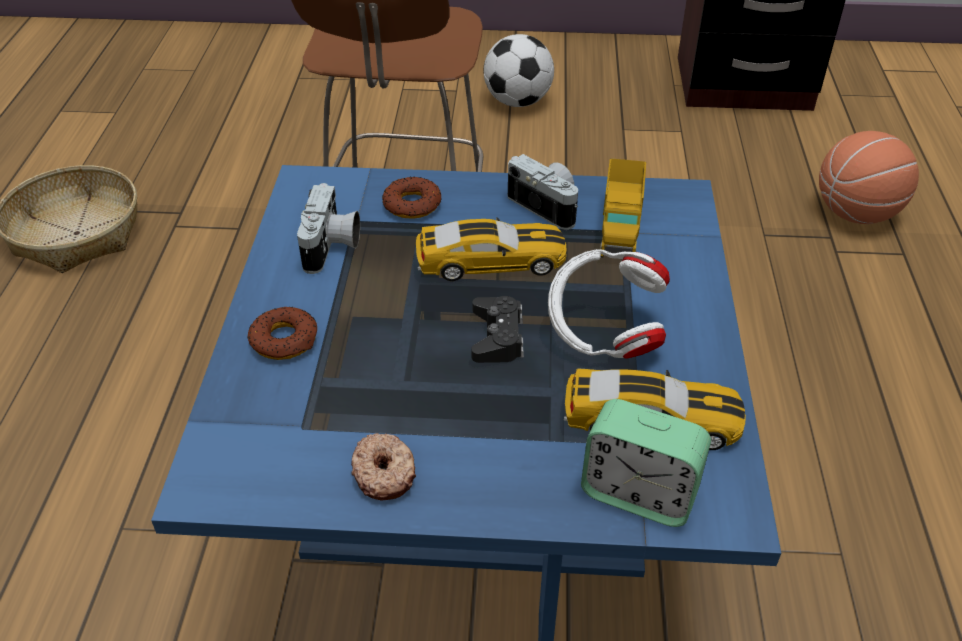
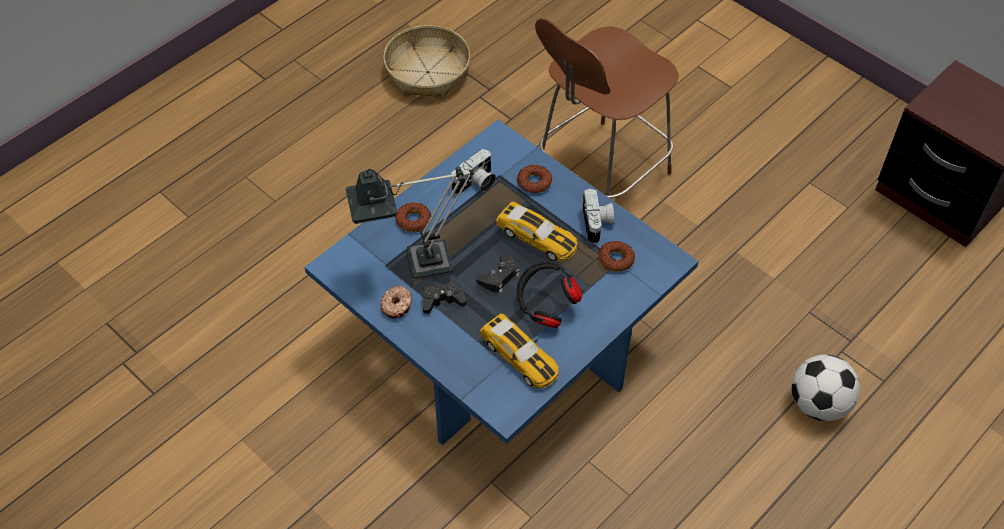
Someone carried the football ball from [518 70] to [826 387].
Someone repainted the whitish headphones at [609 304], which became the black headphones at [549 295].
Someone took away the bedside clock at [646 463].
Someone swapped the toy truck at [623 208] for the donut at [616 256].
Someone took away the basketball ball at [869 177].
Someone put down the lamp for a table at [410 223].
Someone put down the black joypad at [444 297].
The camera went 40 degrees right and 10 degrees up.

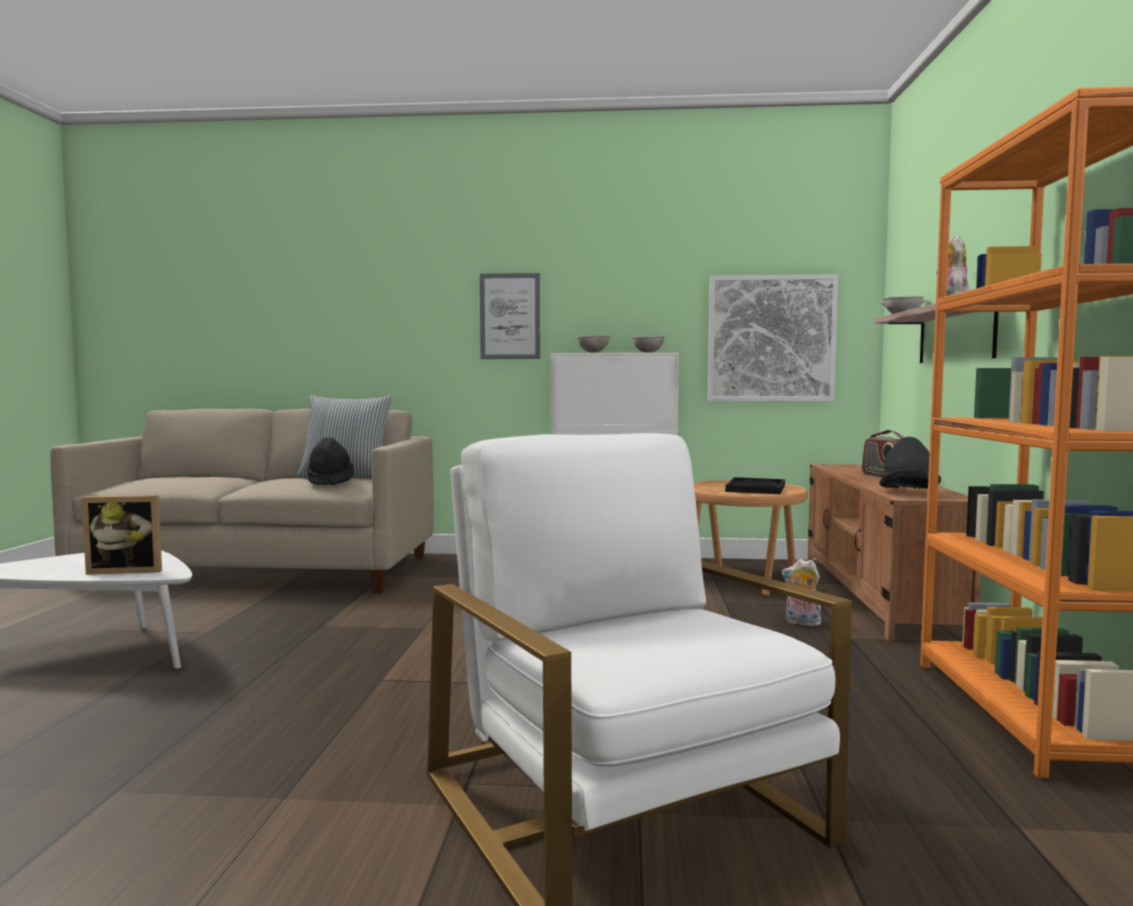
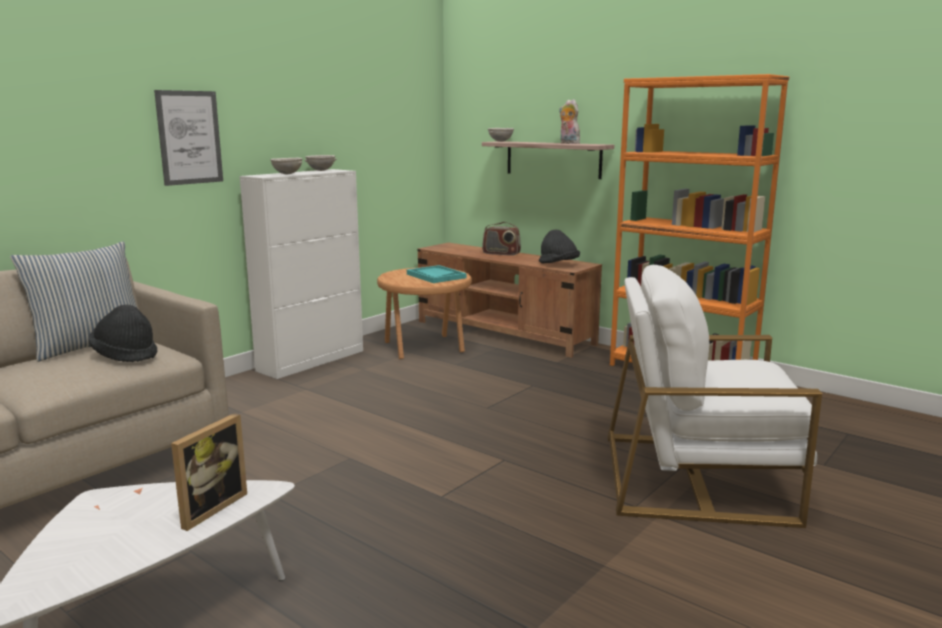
Someone took away the wall art at [773 337].
Someone repainted the black tray at [755 485], which became the blue-green tray at [437 274].
Someone took away the soft toy at [801 592].
The camera went 55 degrees left and 10 degrees up.

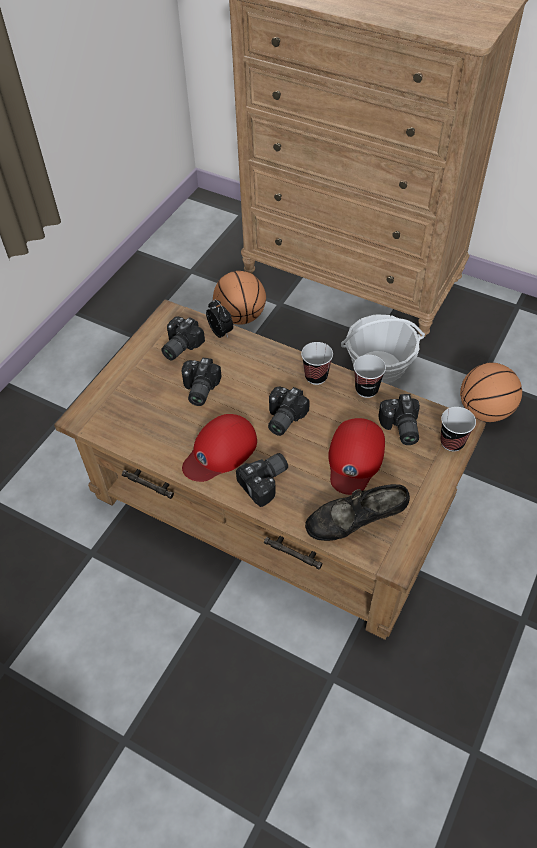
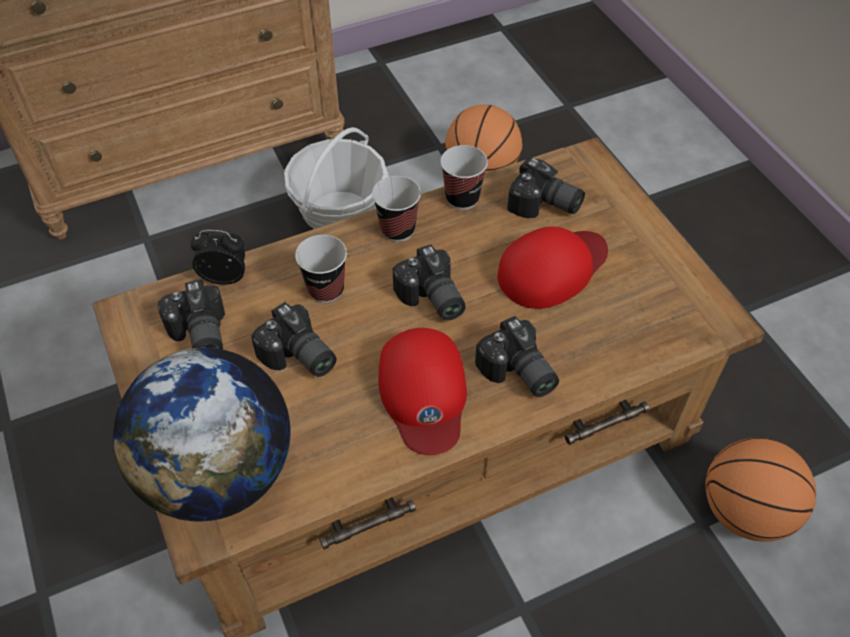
Someone carried the basketball ball from [239 298] to [760 490].
Someone rotated the still camera at [262 480] by 150 degrees clockwise.
Someone took away the black shoe at [357 512].
Someone rotated the reddish baseball cap at [356 456] by 90 degrees counterclockwise.
Someone carried the small cup from [458 429] to [321 269].
Someone put down the world globe at [202 434].
The camera went 55 degrees left and 0 degrees up.

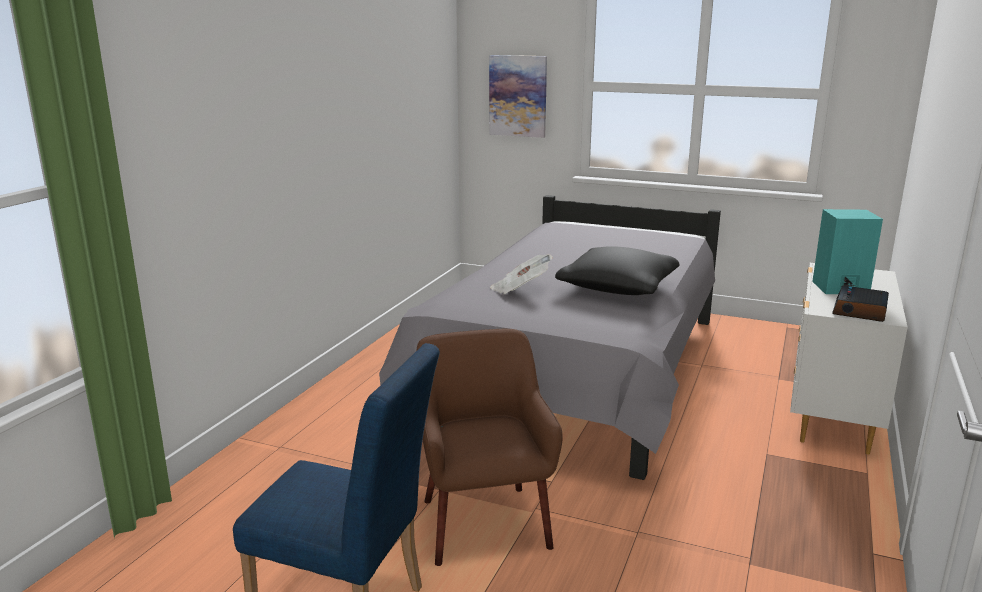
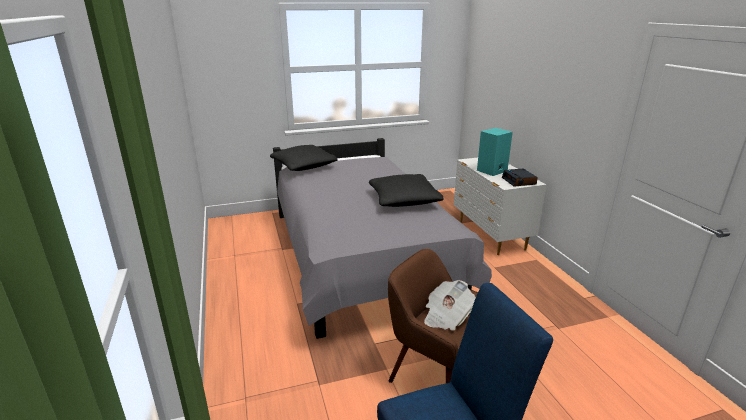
Someone took away the wall art at [518 96].
Someone carried the printed paper from [521 274] to [450 305].
Someone put down the black throw pillow at [304 158].
The camera went 40 degrees left and 5 degrees up.

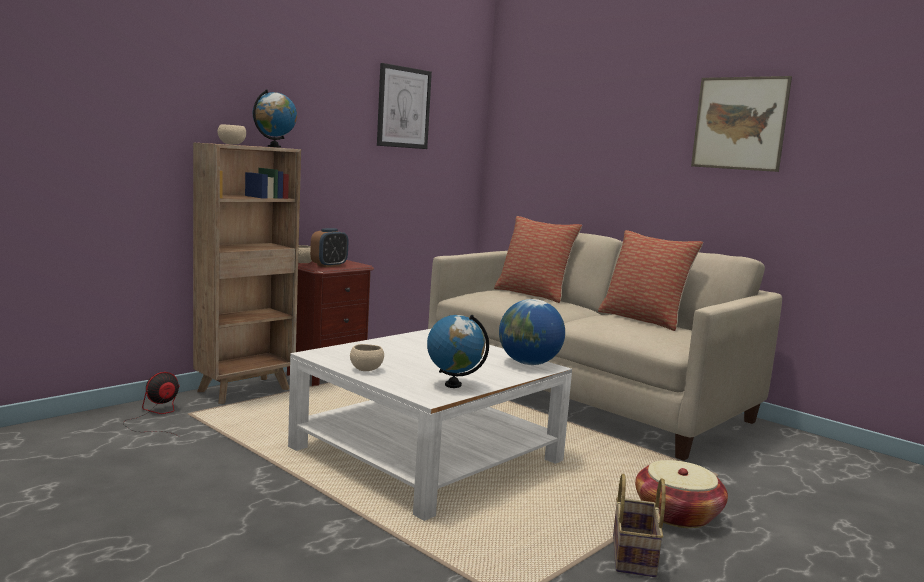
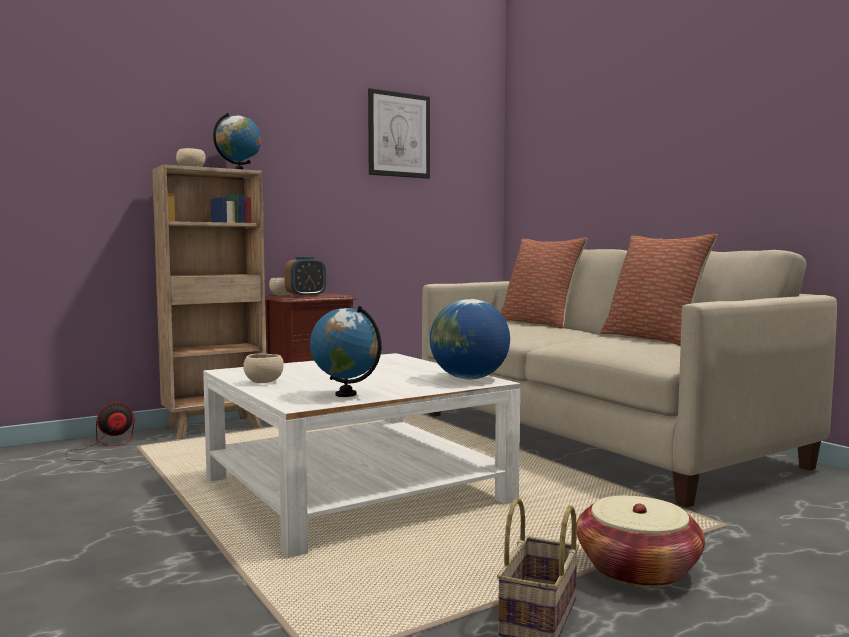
Someone took away the wall art at [741 124].
The camera went 15 degrees right and 5 degrees down.

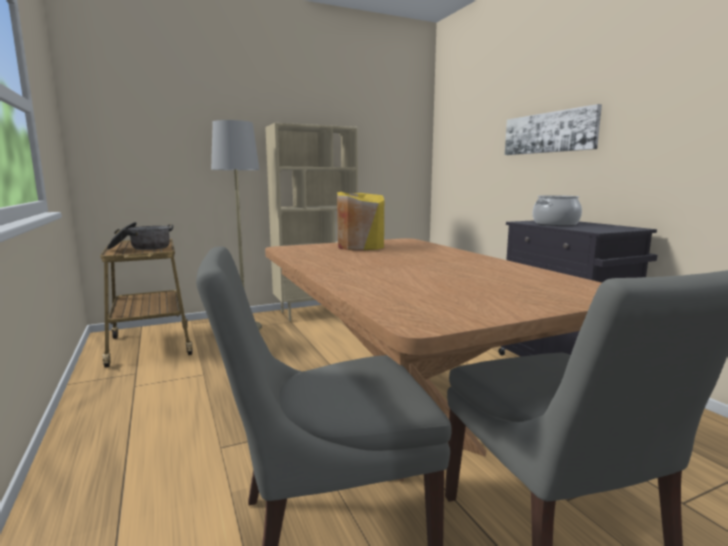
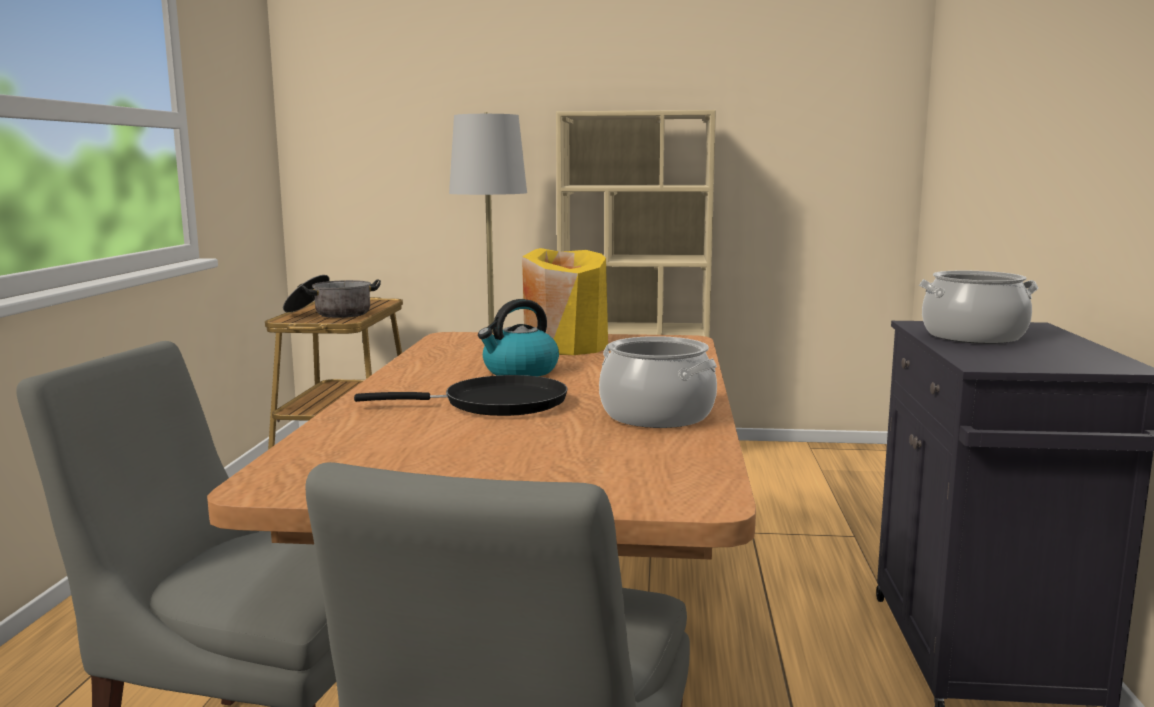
Someone took away the wall art at [553 129].
Someone put down the black pan at [461 395].
Someone put down the water kettle at [518 337].
Someone put down the cooking pot at [658 382].
The camera went 30 degrees right and 0 degrees up.

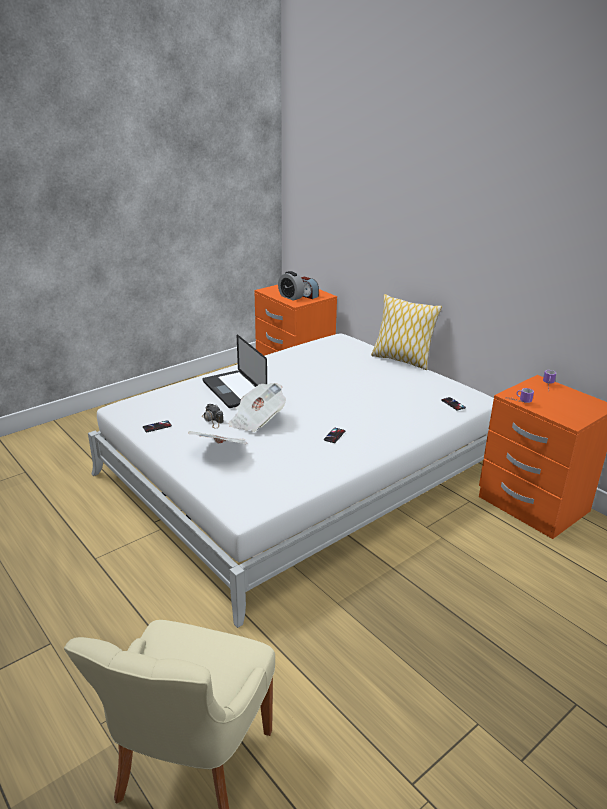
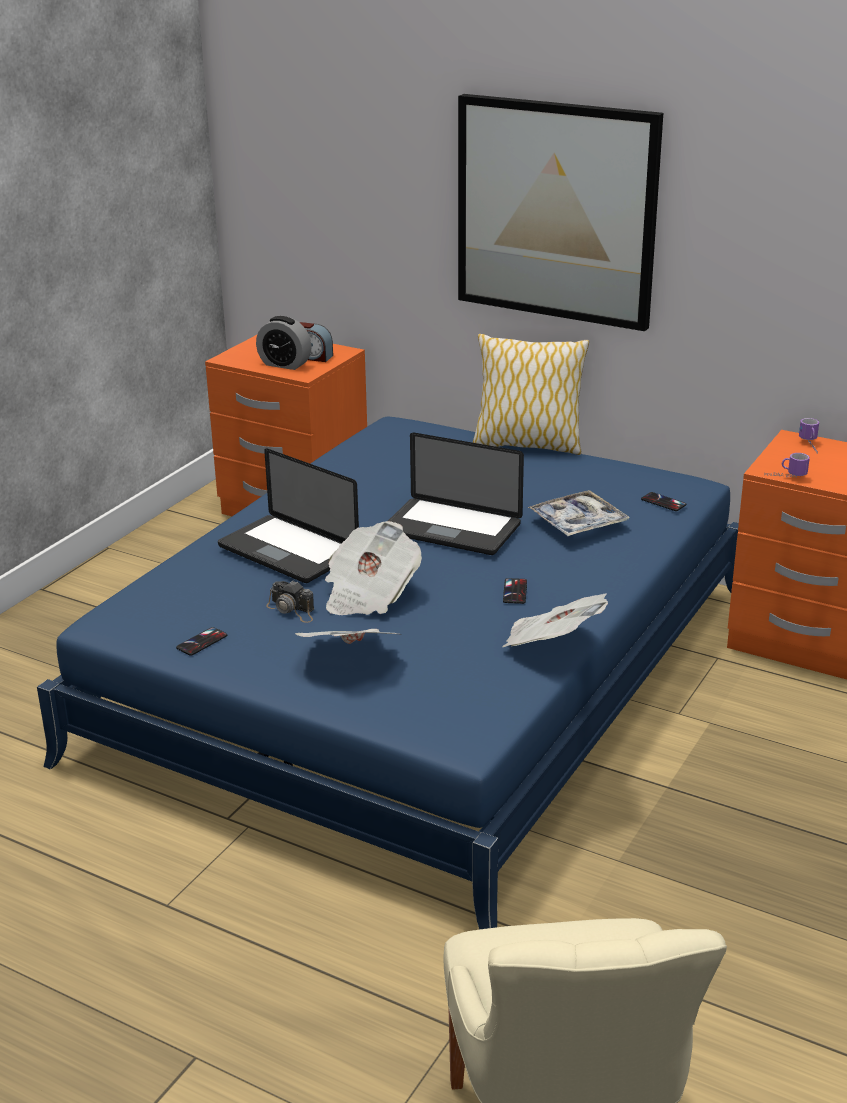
Someone repainted the whitish bed at [291 480], which became the blue-coloured bed at [388 673].
Someone put down the portable computer at [456 494].
Someone put up the wall art at [560 212].
Someone put down the printed paper at [555 620].
Someone put down the tray at [579 513].
The camera went 20 degrees left and 0 degrees up.

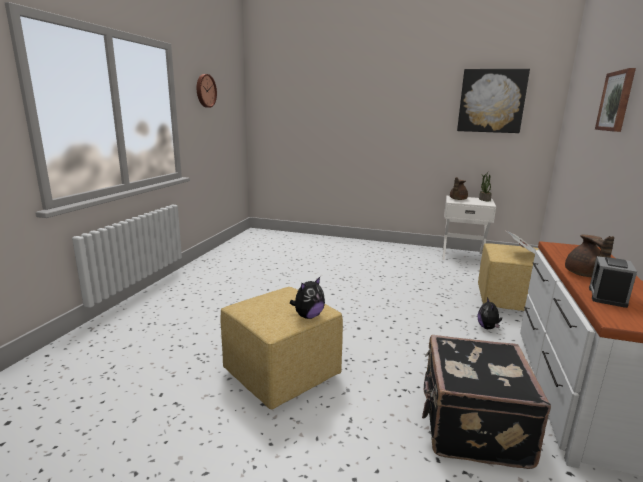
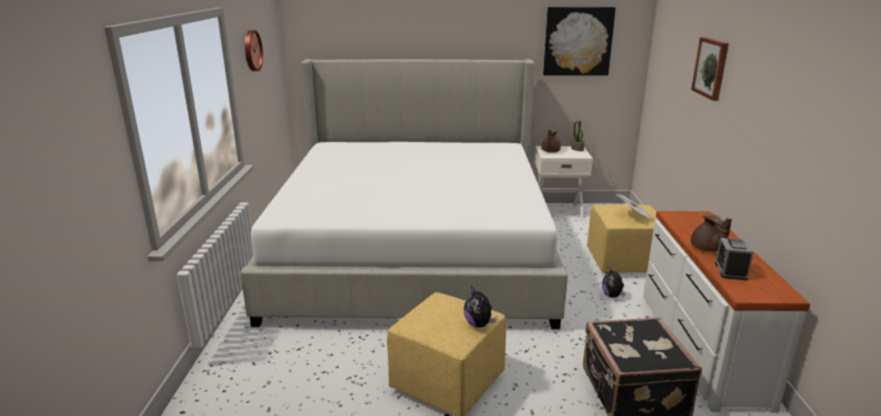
Someone rotated the soft toy at [307 298] by 120 degrees clockwise.
Someone put down the bed at [404 194].
The camera went 15 degrees left and 5 degrees up.

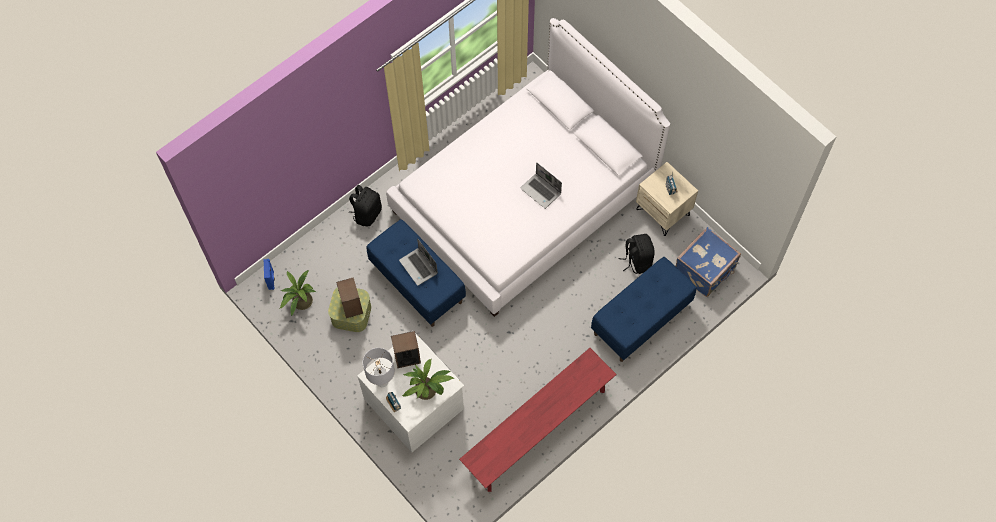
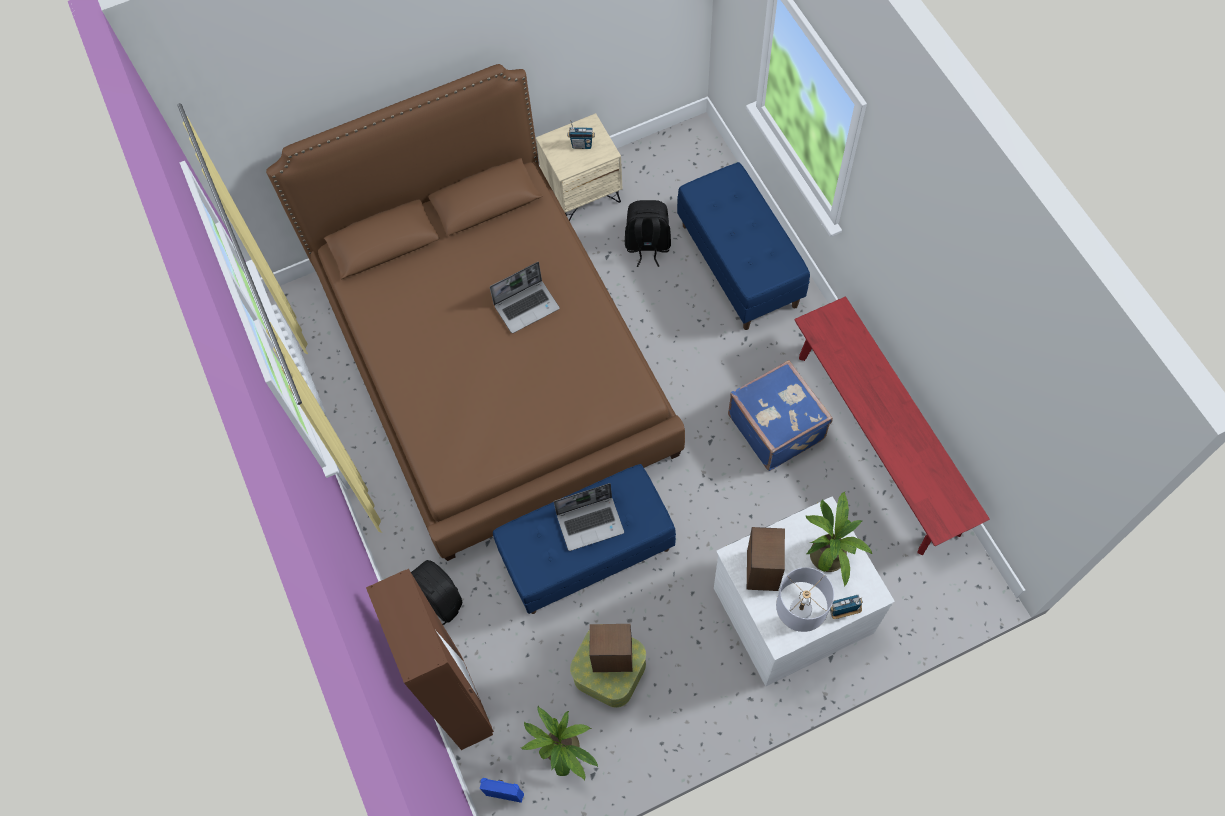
Someone repainted the whitish bed at [528 167], which became the brown bed at [475 312].
Someone carried the blue-coloured suitcase from [708 262] to [780 415].
Someone put down the brown clothes cupboard at [430 659].
The camera went 70 degrees left and 0 degrees up.

